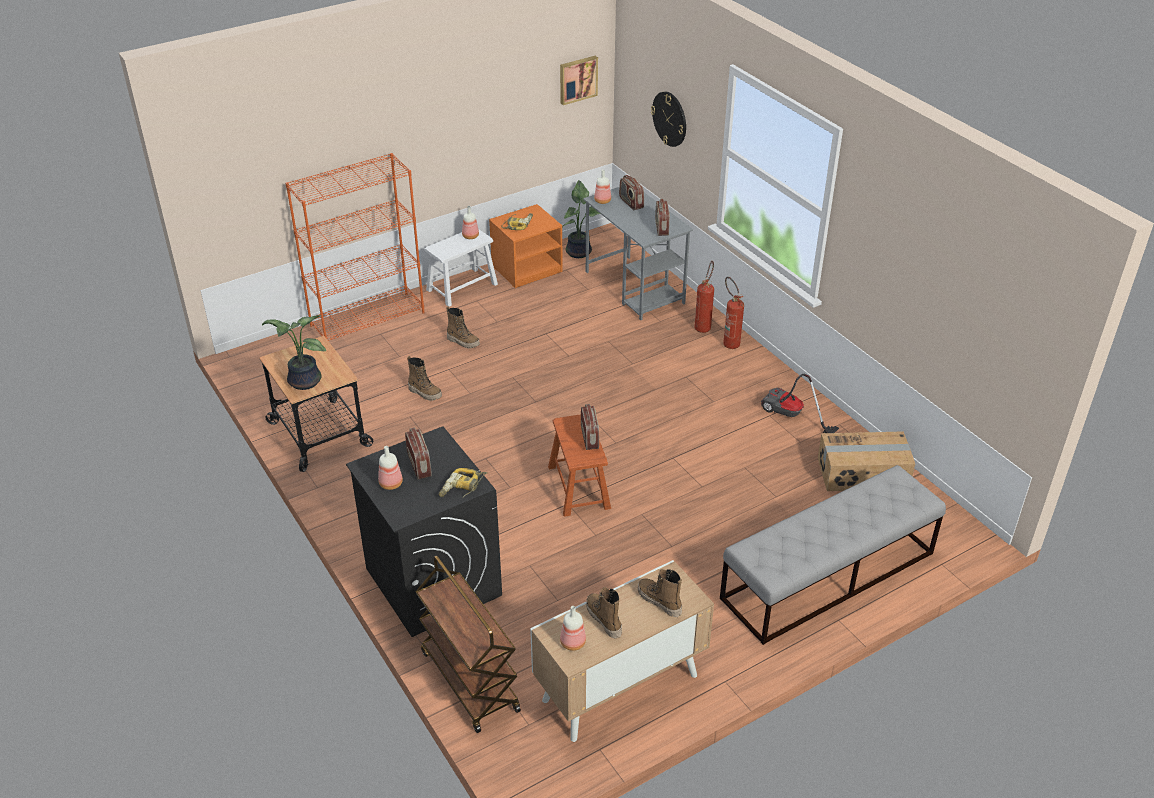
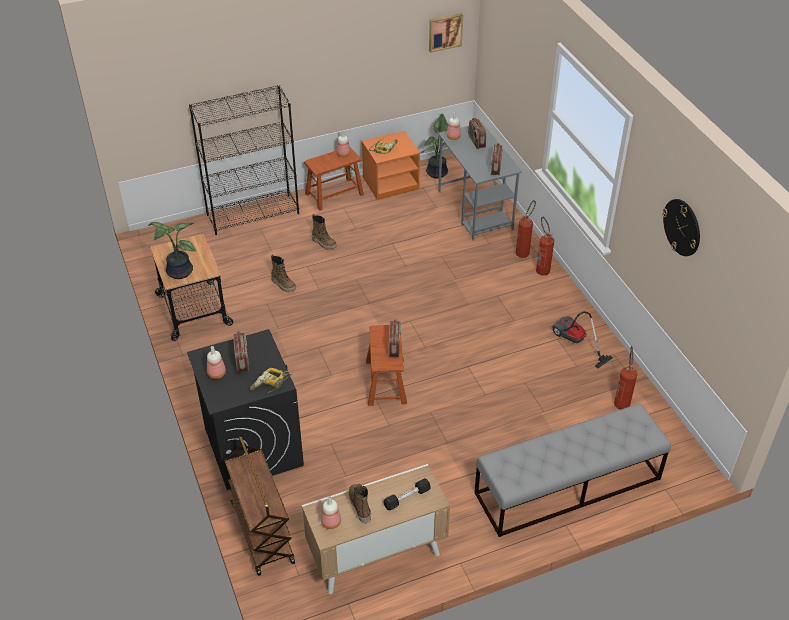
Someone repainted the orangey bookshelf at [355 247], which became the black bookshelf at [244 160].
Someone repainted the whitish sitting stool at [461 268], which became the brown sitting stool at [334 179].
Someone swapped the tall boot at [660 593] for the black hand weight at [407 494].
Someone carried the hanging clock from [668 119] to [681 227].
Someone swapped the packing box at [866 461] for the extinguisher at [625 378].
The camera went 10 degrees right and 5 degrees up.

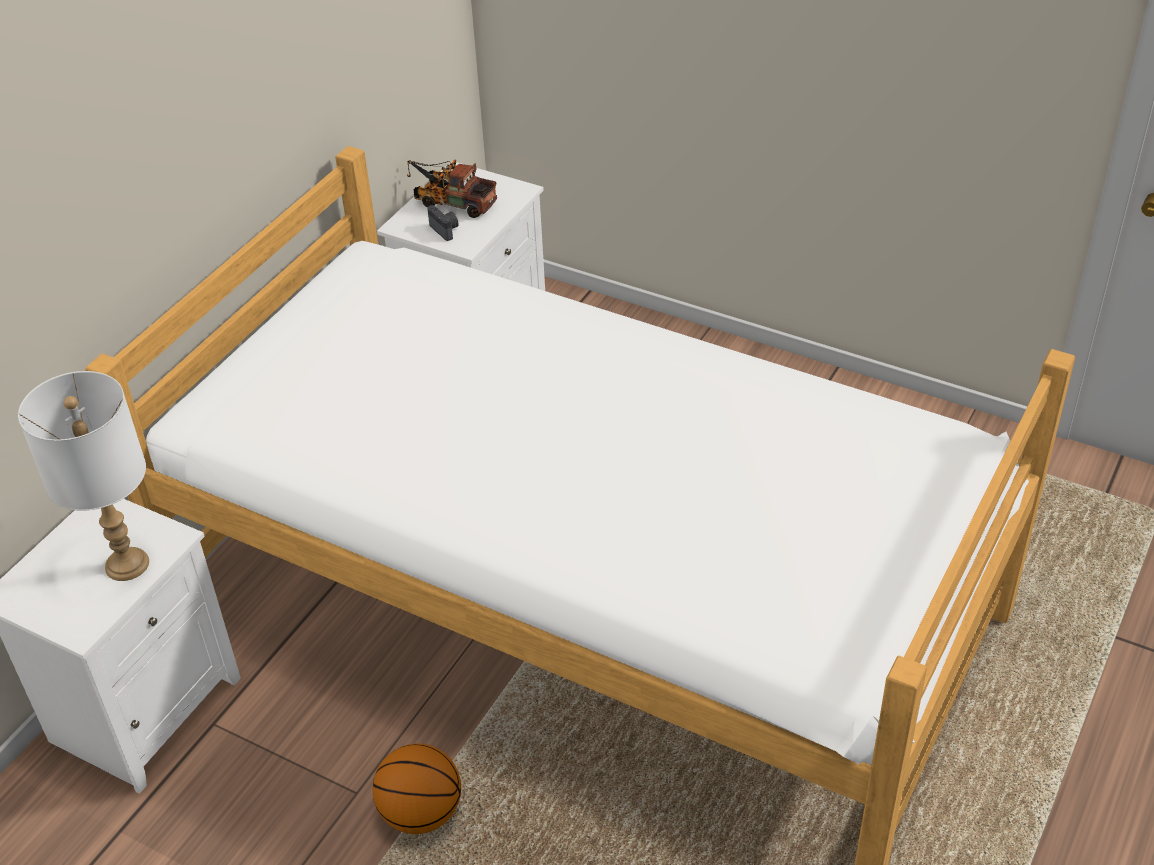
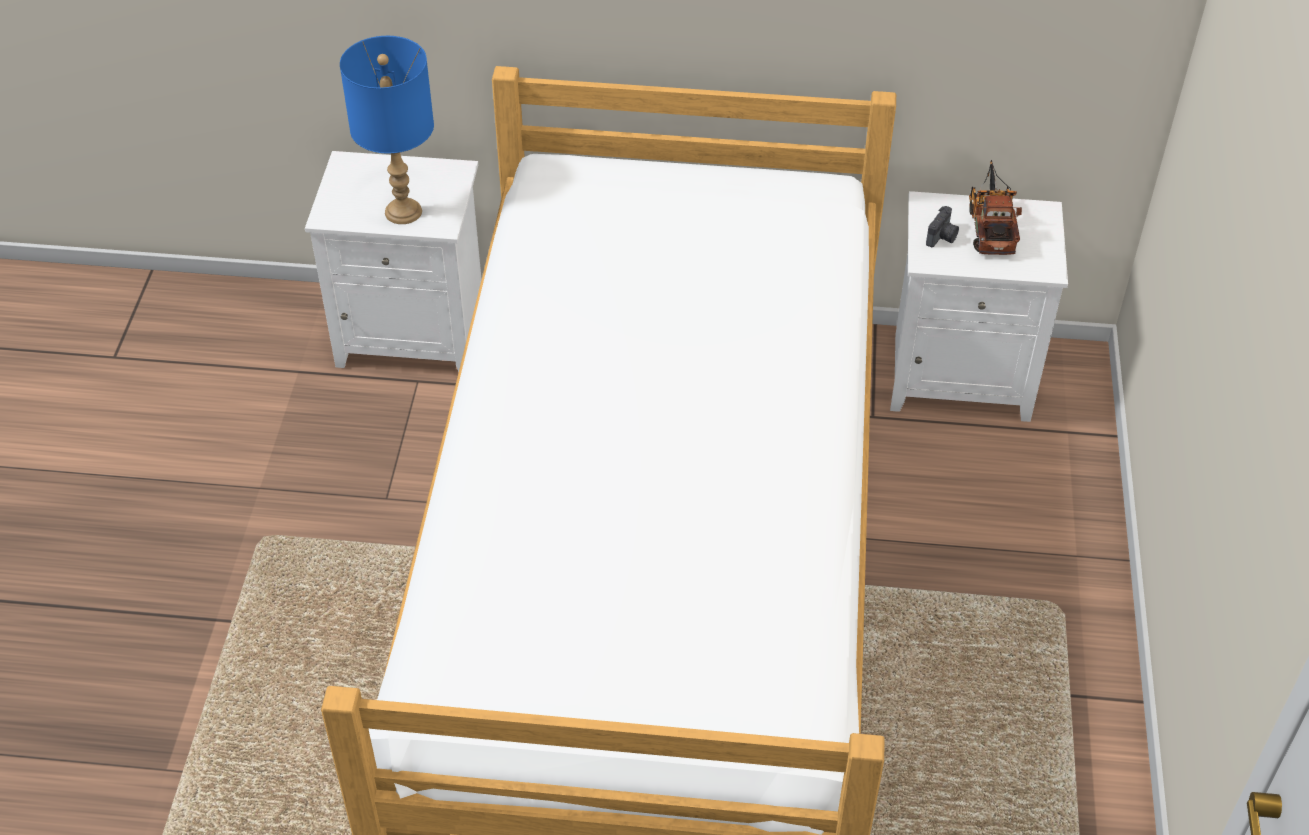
Someone repainted the whitish lamp for a table at [83 476], which became the blue-coloured lamp for a table at [387 130].
Someone took away the basketball ball at [416 789].
The camera went 65 degrees right and 5 degrees up.

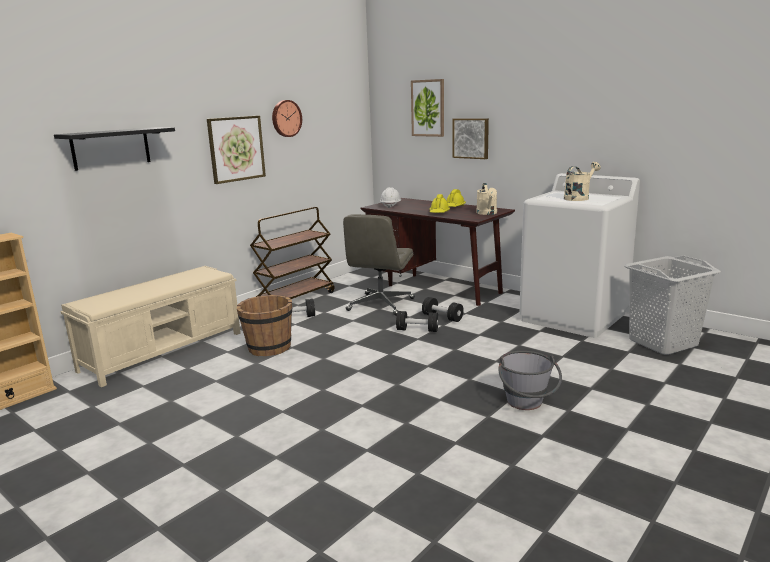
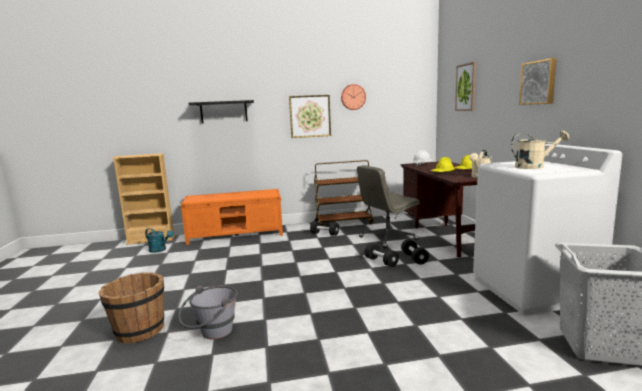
Someone repainted the sand-coloured long seat at [150 326], which became the orangey long seat at [231 217].
Someone carried the brown bucket from [264 325] to [131 307].
Someone carried the wall art from [471 138] to [538 81].
Someone carried the gray bucket from [530 380] to [207 312].
Someone put down the blue-green watering can at [159 240].
The camera went 40 degrees right and 5 degrees down.

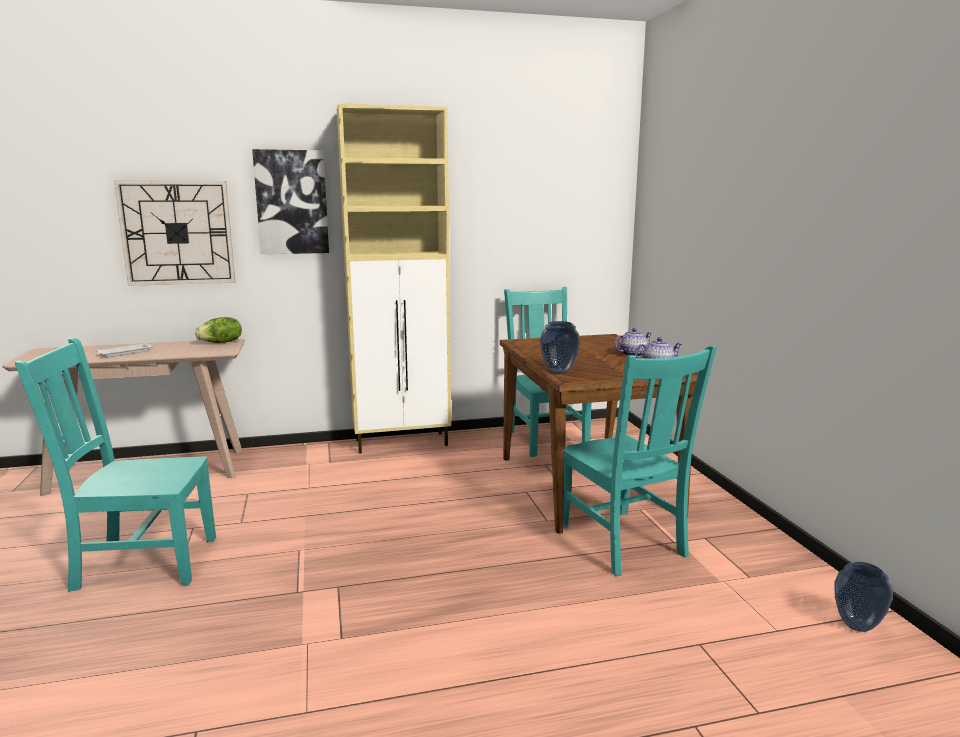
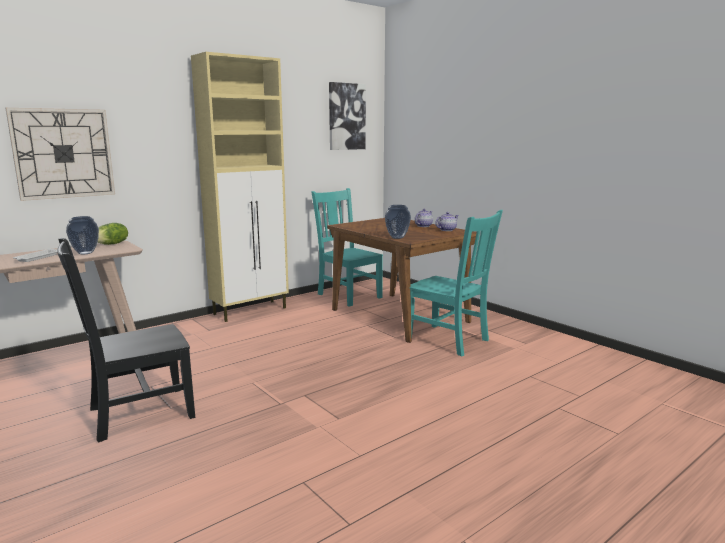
Someone repainted the blue-green upright chair at [115 465], which became the black upright chair at [126 340].
Someone carried the wall art from [290 201] to [347 116].
Someone carried the vase from [863 597] to [82 235].
The camera went 25 degrees left and 0 degrees up.

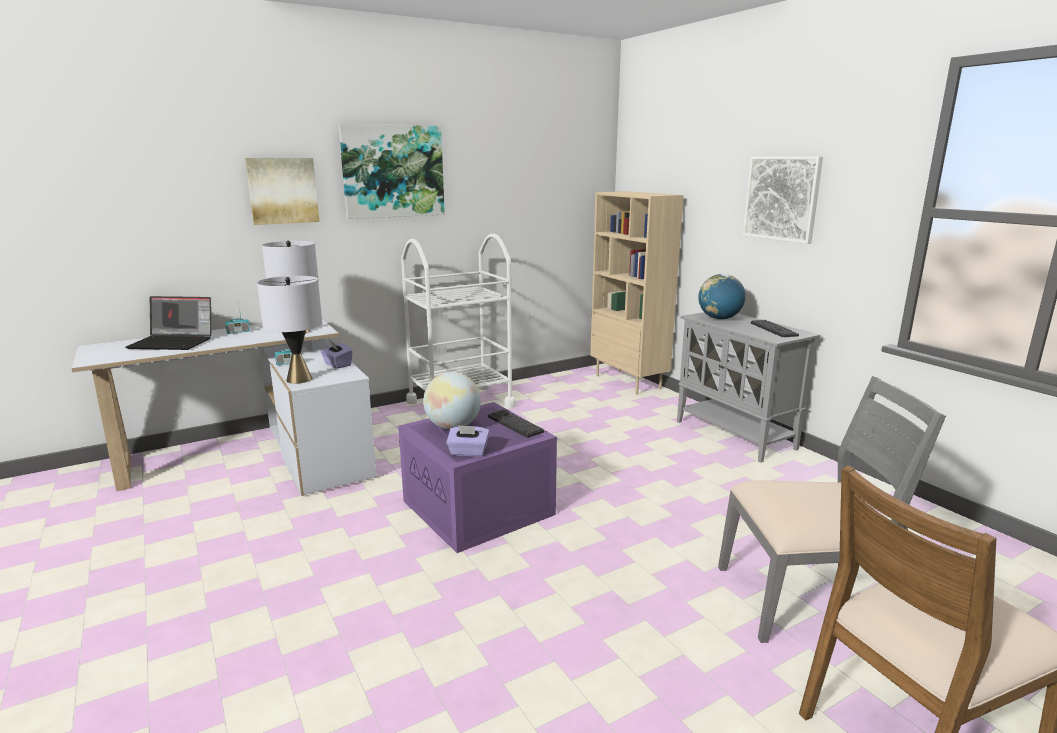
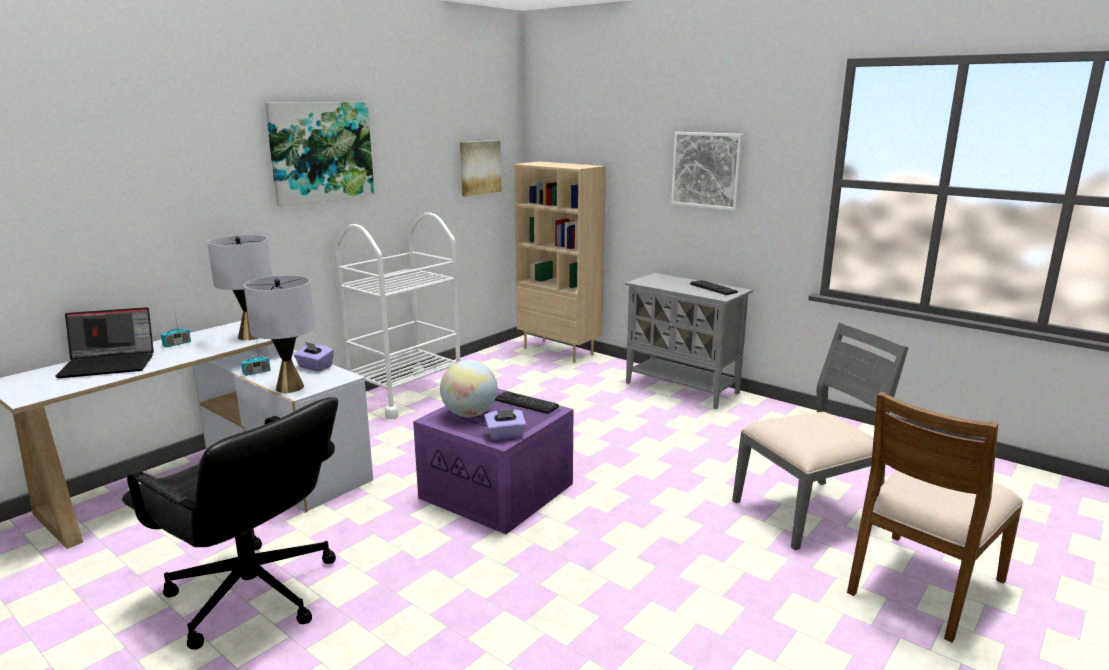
Someone carried the wall art from [282 191] to [480 168].
Someone took away the world globe at [722 296].
Someone put down the black desk chair at [230 523].
The camera went 20 degrees left and 0 degrees up.

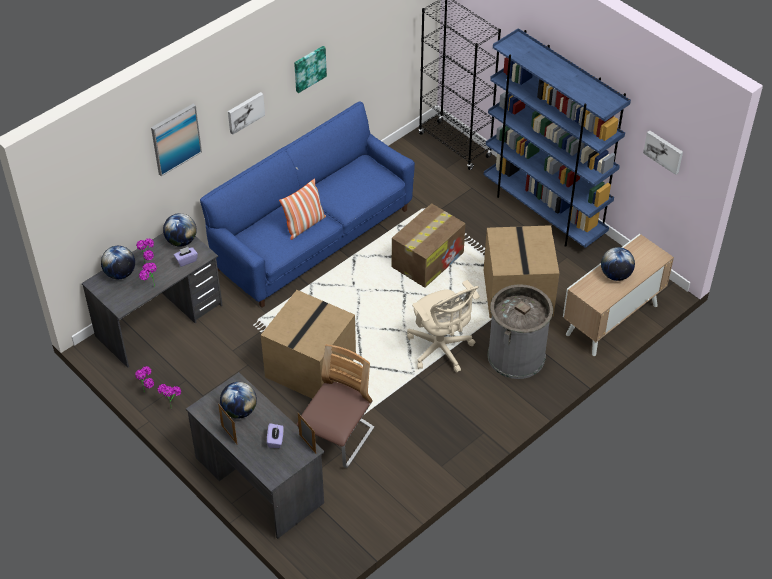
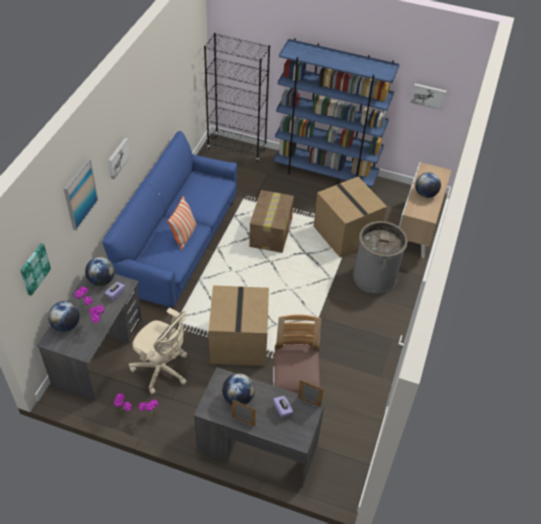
Someone carried the wall art from [310 69] to [35 269].
Someone carried the sand-coloured desk chair from [443 326] to [158 351].
The camera went 30 degrees left and 0 degrees up.

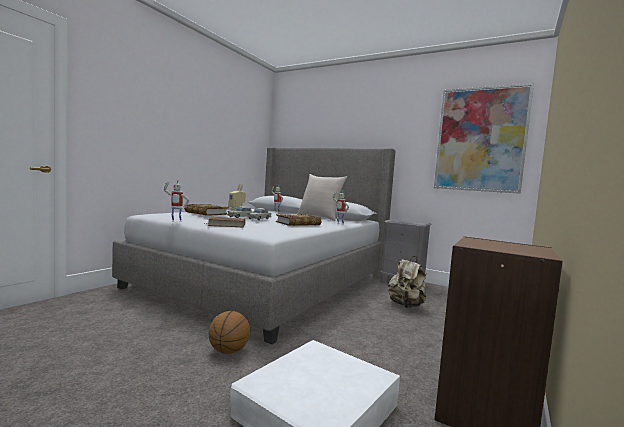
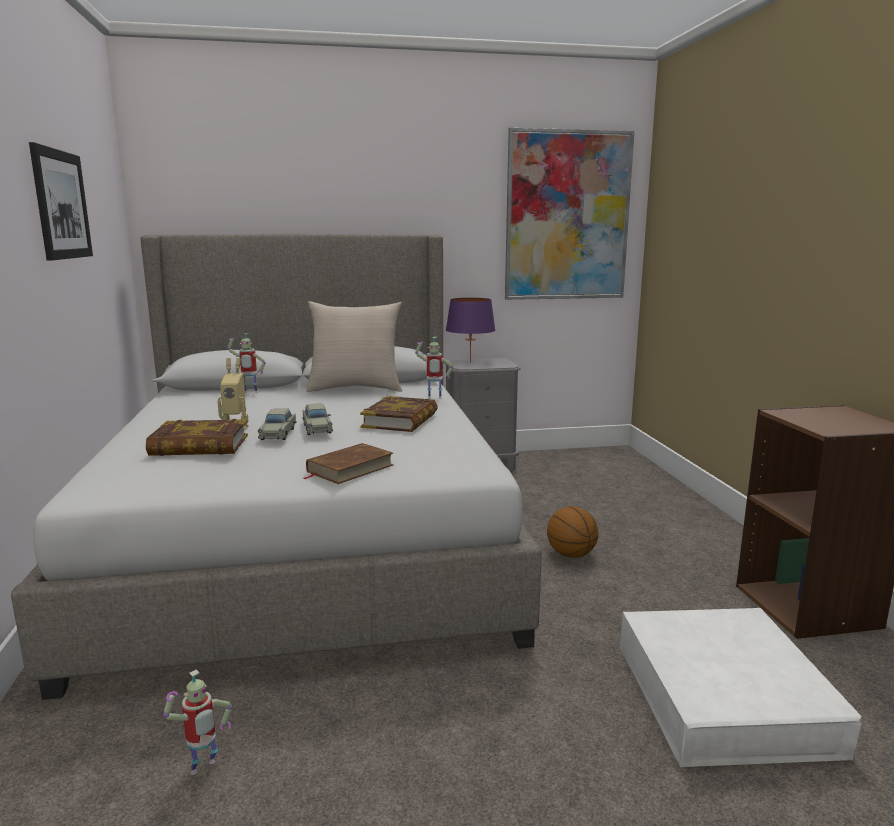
Someone carried the toy robot from [176 201] to [197 722].
Someone carried the basketball ball from [229 332] to [572 532].
Someone took away the sand-coloured backpack at [407 282].
Someone put up the wall art at [61 201].
Someone put down the purple-coloured lamp for a table at [471 330].
The camera went 40 degrees left and 10 degrees up.

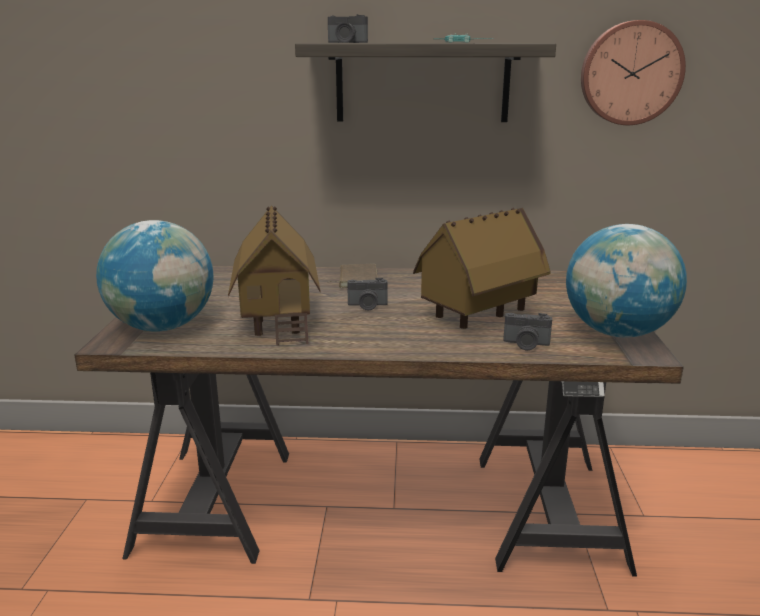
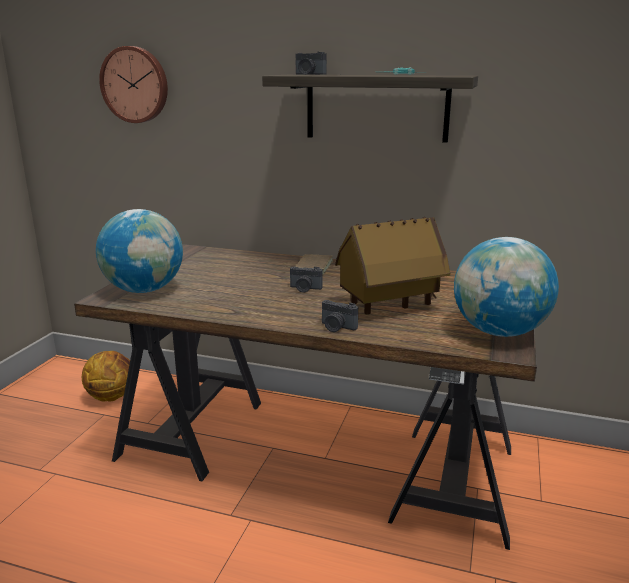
Someone took away the model house at [274 275].
Someone carried the still camera from [527 331] to [340 316].
Someone carried the hanging clock from [633 72] to [133 84].
Someone put down the basketball ball at [106 376].
The camera went 15 degrees right and 0 degrees up.

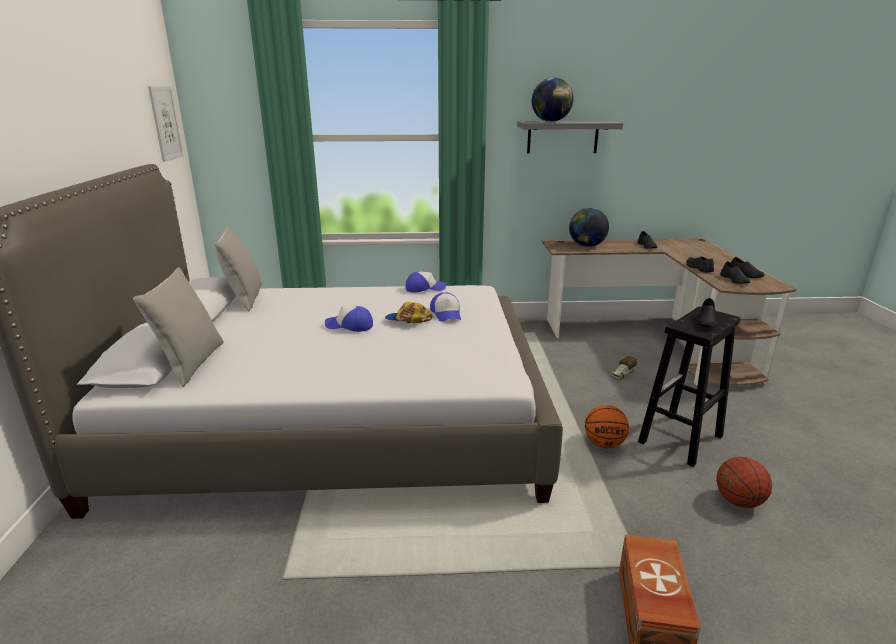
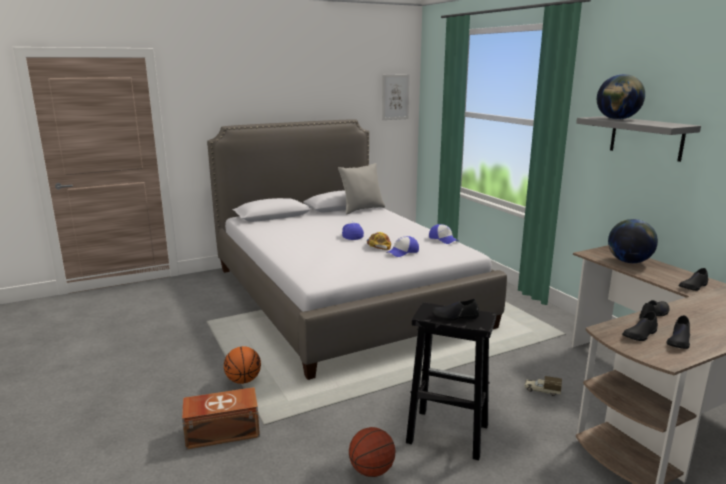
Someone took away the gray throw pillow at [178 327].
Someone carried the basketball ball from [607 426] to [242 365].
The camera went 65 degrees right and 5 degrees down.

